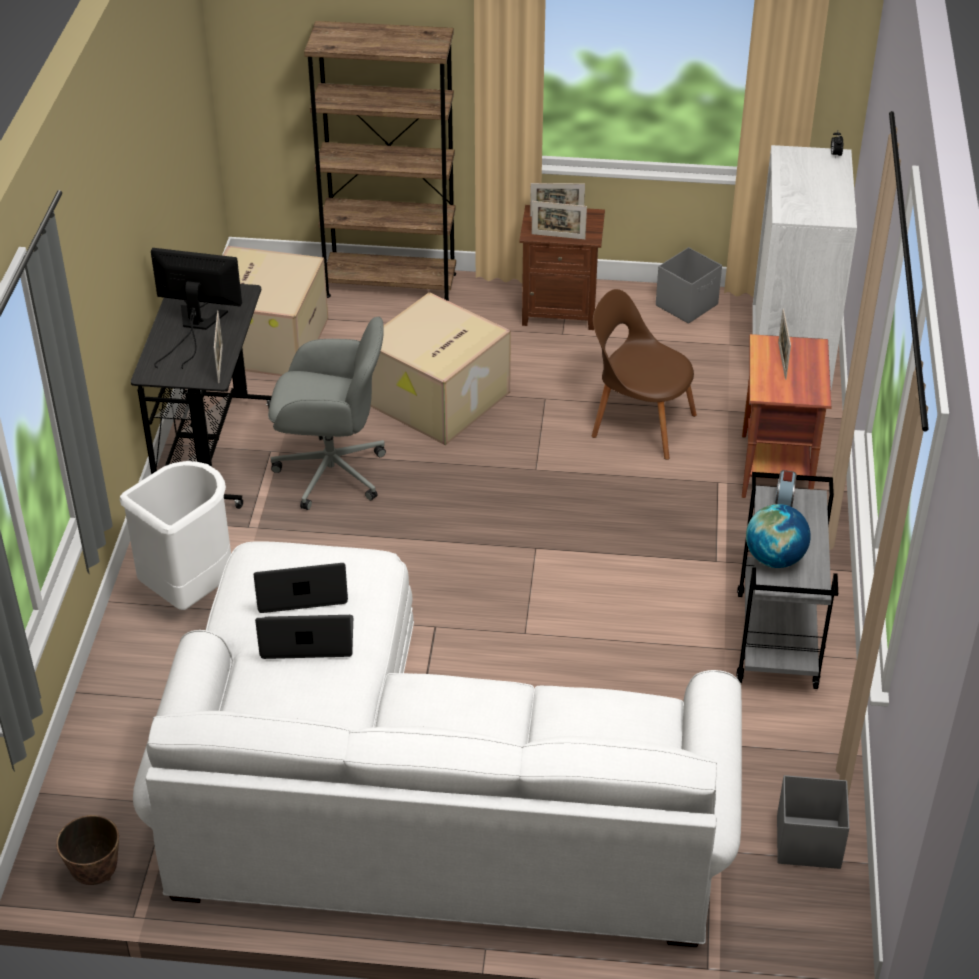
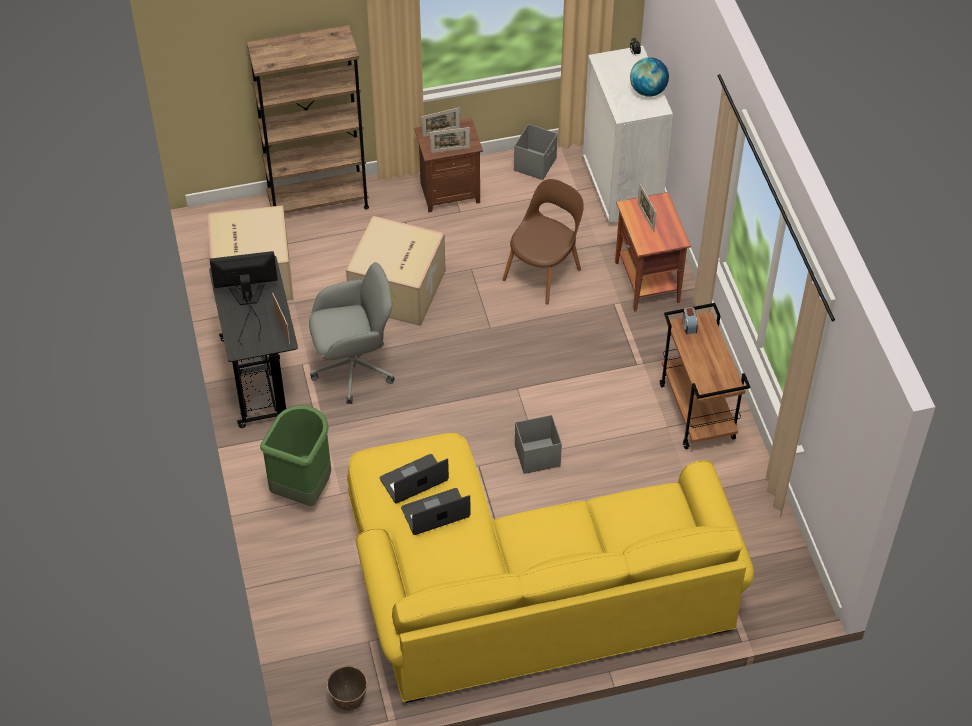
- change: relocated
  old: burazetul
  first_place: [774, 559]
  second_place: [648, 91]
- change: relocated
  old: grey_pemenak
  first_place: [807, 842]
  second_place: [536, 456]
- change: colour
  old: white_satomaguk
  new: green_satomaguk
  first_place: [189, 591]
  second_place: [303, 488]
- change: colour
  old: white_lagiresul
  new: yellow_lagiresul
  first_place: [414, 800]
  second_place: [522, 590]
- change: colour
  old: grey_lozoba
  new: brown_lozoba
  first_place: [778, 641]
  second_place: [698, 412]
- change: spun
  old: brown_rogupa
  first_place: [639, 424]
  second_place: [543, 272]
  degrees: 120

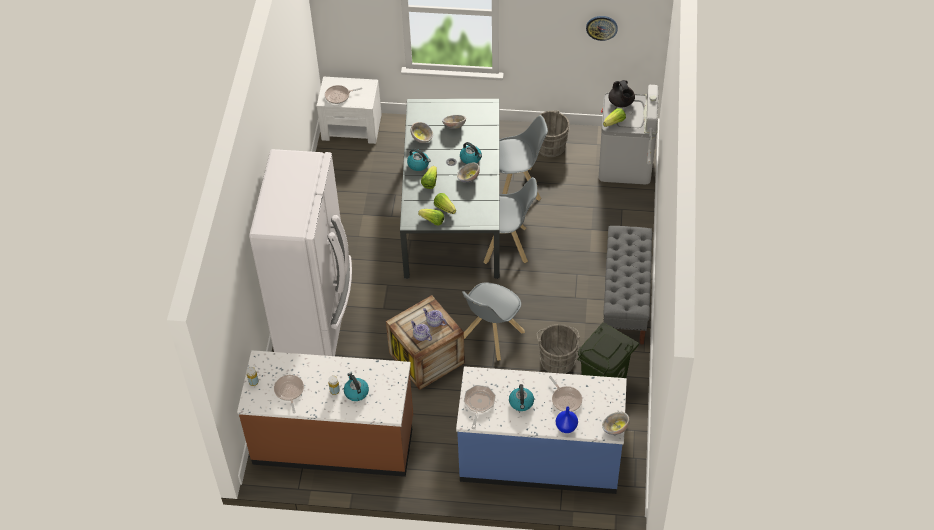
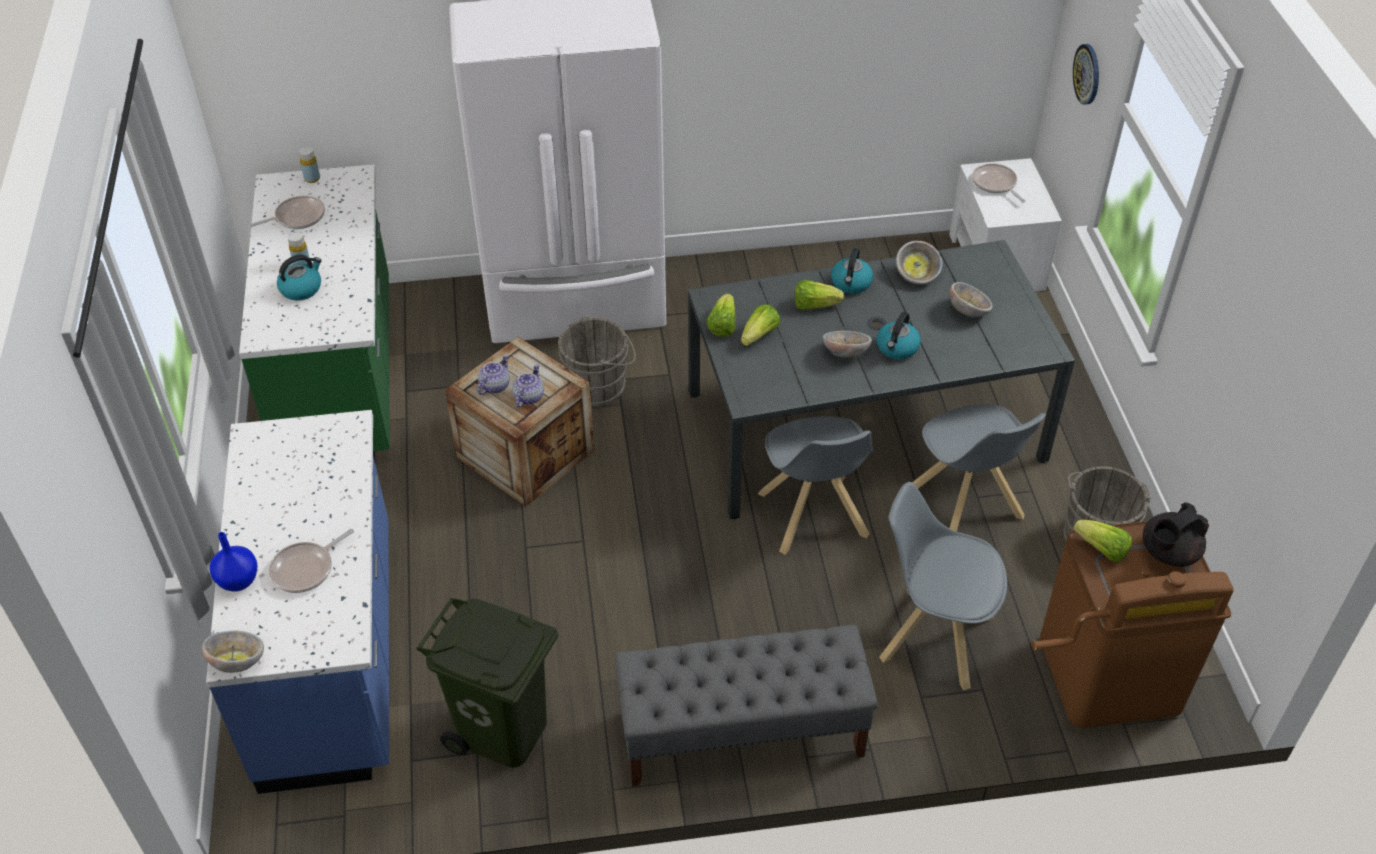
- change: missing
  old: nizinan
  first_place: [479, 404]
- change: missing
  old: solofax
  first_place: [521, 403]
- change: relocated
  old: grey_rogupa
  first_place: [491, 336]
  second_place: [933, 636]
- change: relocated
  old: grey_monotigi
  first_place: [557, 359]
  second_place: [599, 385]
- change: relocated
  old: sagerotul
  first_place: [601, 27]
  second_place: [1087, 74]
- change: colour
  old: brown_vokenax
  new: green_vokenax
  first_place: [334, 440]
  second_place: [341, 376]
- change: colour
  old: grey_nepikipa
  new: brown_nepikipa
  first_place: [626, 166]
  second_place: [1105, 678]

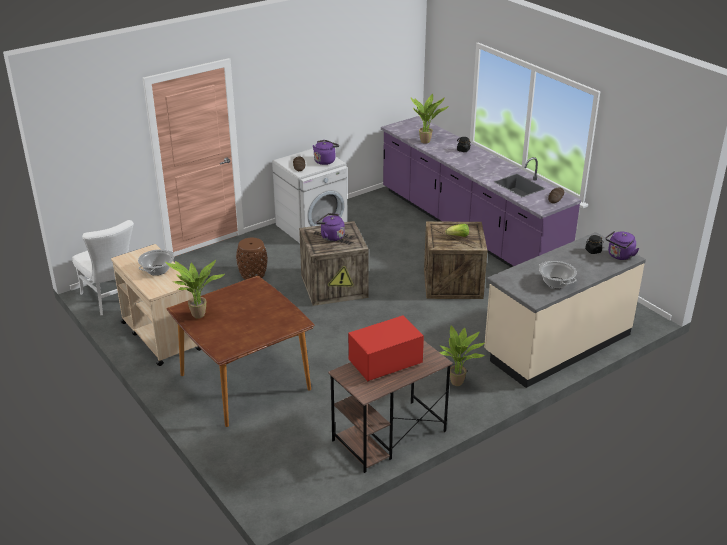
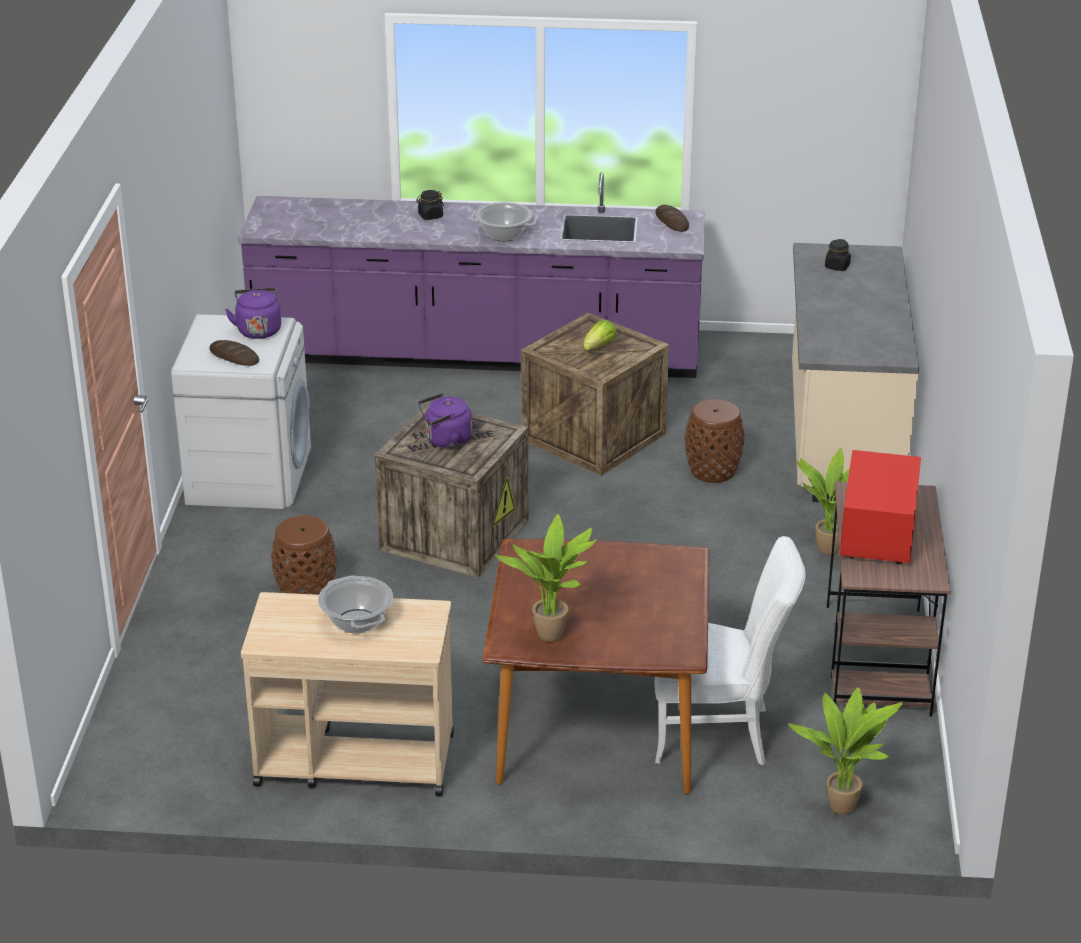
- change: missing
  old: purple_solofax
  first_place: [619, 256]
- change: appeared
  new: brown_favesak
  second_place: [713, 471]
- change: relocated
  old: white_rogupa
  first_place: [112, 299]
  second_place: [720, 733]
- change: relocated
  old: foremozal
  first_place: [426, 141]
  second_place: [842, 805]
- change: relocated
  old: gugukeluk
  first_place: [555, 283]
  second_place: [503, 235]

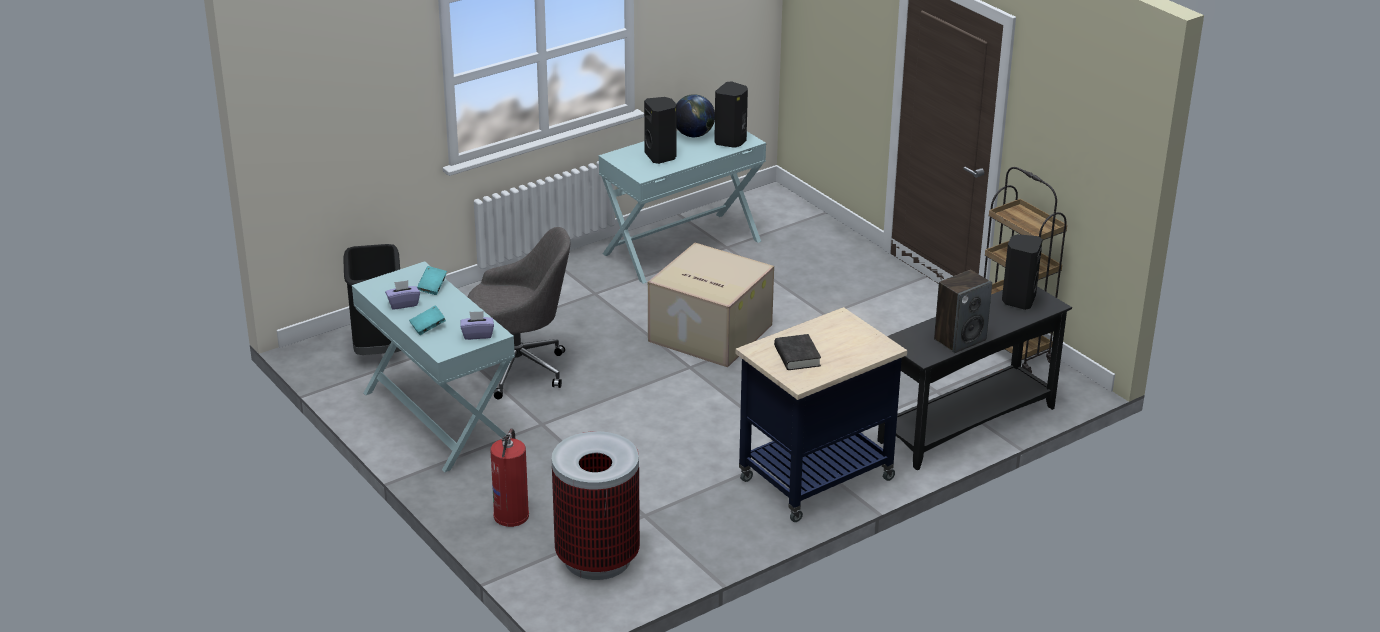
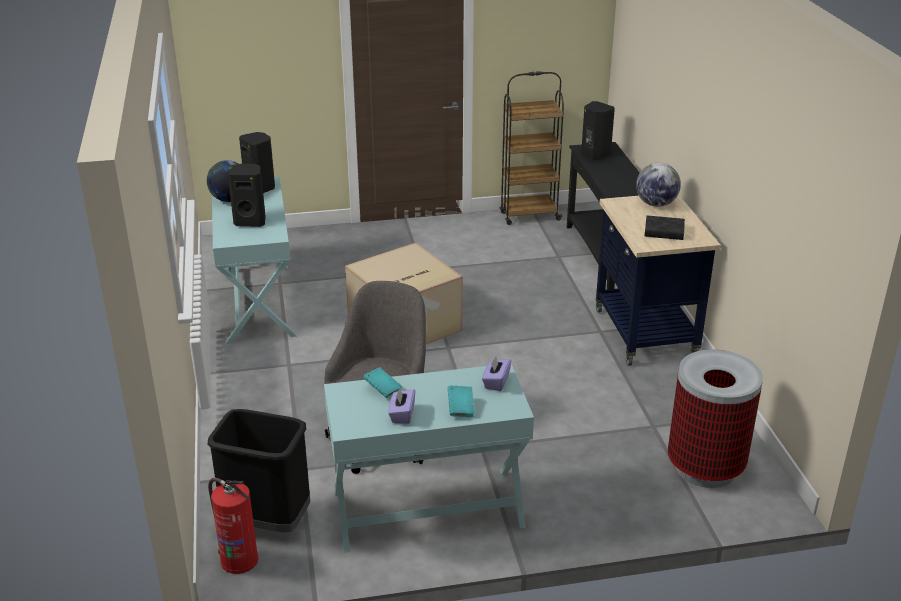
- change: missing
  old: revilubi
  first_place: [960, 339]
- change: appeared
  new: burazetul
  second_place: [656, 204]
- change: relocated
  old: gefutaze
  first_place: [512, 515]
  second_place: [238, 559]

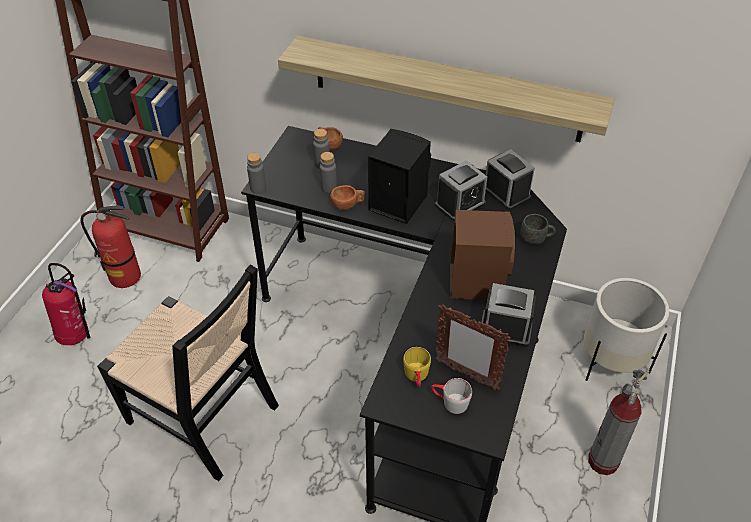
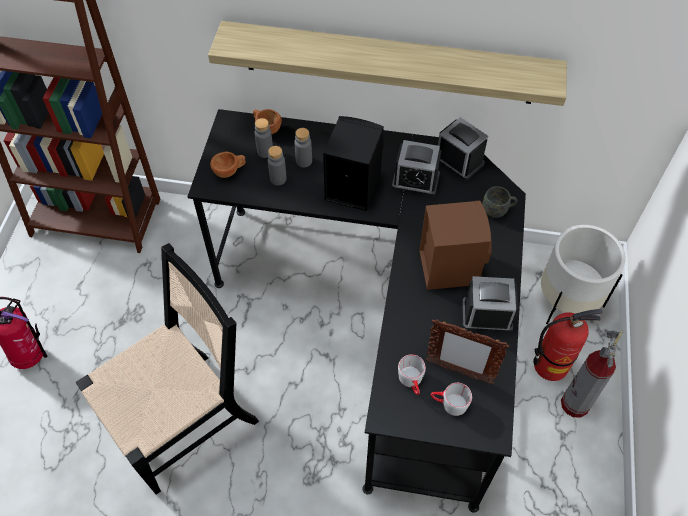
- change: relocated
  old: gefutaze
  first_place: [125, 277]
  second_place: [550, 365]
- change: relocated
  old: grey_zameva
  first_place: [258, 188]
  second_place: [304, 161]
- change: relocated
  old: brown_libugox
  first_place: [348, 205]
  second_place: [230, 171]
- change: colour
  old: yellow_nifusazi
  new: grey_nifusazi
  first_place: [417, 377]
  second_place: [412, 382]
- change: spun
  old: rogupa
  first_place: [202, 416]
  second_place: [183, 421]
  degrees: -60
- change: spun
  old: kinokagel
  first_place: [460, 204]
  second_place: [415, 180]
  degrees: 60

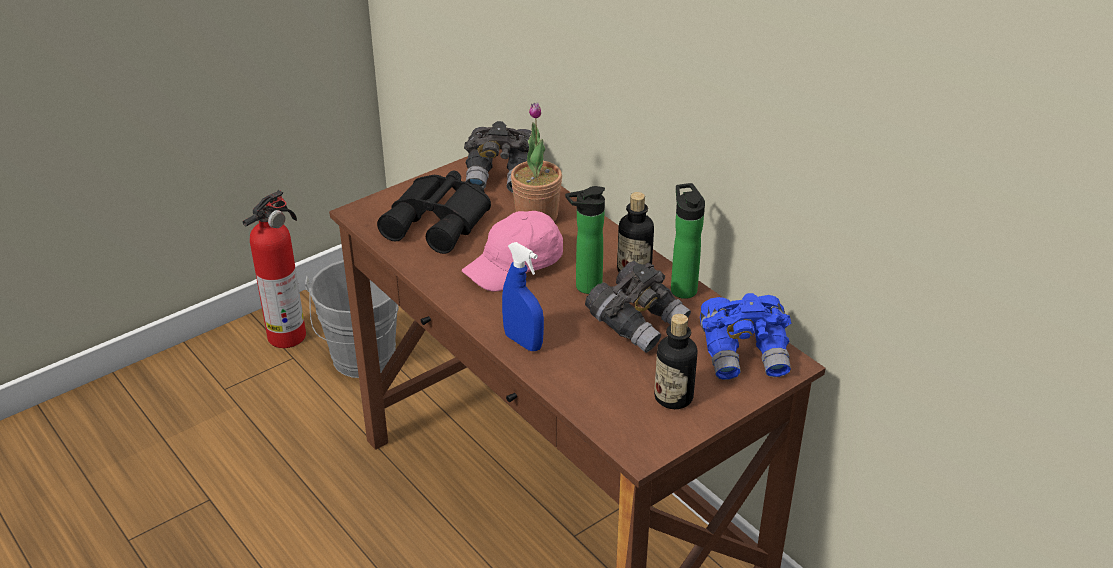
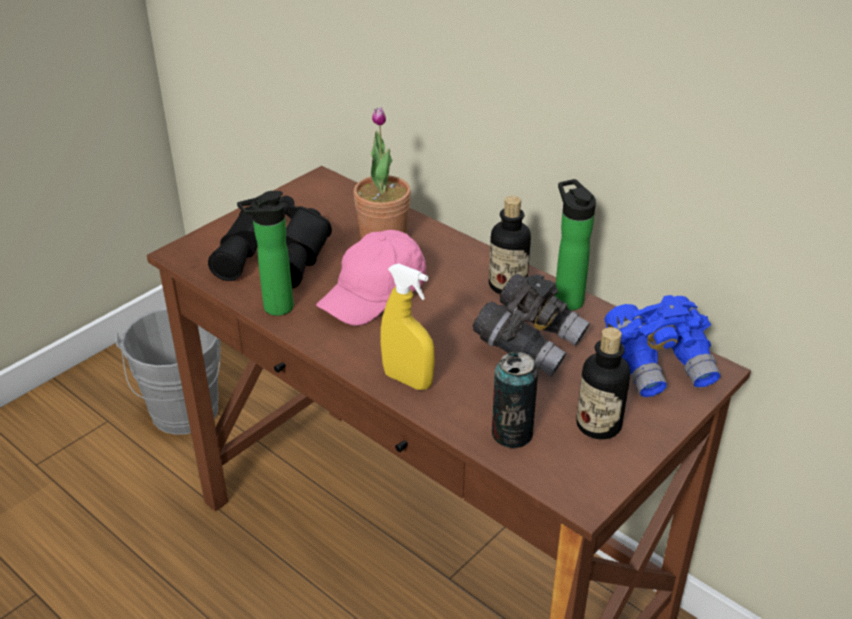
- change: missing
  old: gefutaze
  first_place: [289, 334]
- change: missing
  old: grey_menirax
  first_place: [502, 176]
- change: appeared
  new: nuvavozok
  second_place: [512, 434]
- change: relocated
  old: zameva
  first_place: [584, 287]
  second_place: [274, 308]
- change: colour
  old: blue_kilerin
  new: yellow_kilerin
  first_place: [523, 342]
  second_place: [407, 380]

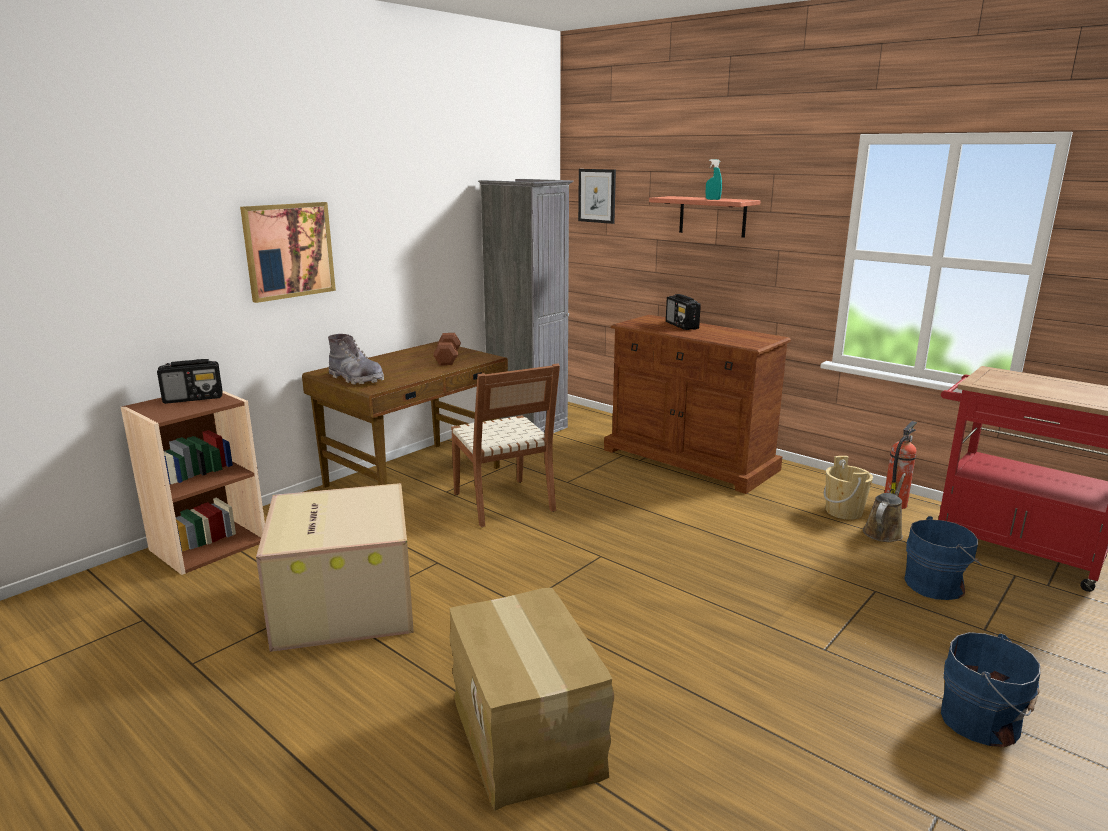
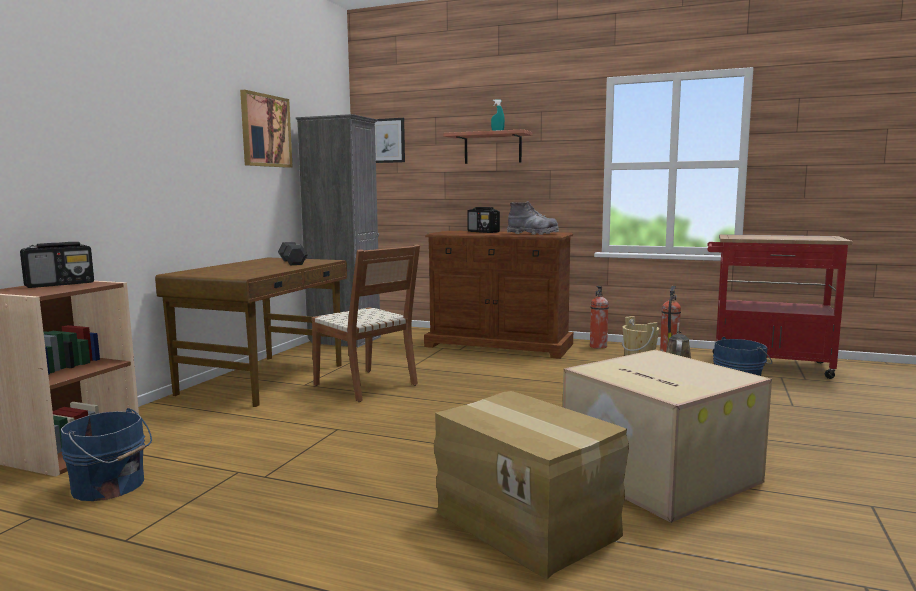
- change: appeared
  new: gefutaze
  second_place: [598, 346]
- change: relocated
  old: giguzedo
  first_place: [288, 250]
  second_place: [265, 131]
- change: relocated
  old: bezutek
  first_place: [342, 603]
  second_place: [656, 473]
- change: relocated
  old: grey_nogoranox
  first_place: [356, 379]
  second_place: [532, 234]
- change: relocated
  old: blue_monotigi
  first_place: [983, 722]
  second_place: [110, 487]
- change: colour
  old: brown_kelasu
  new: grey_kelasu
  first_place: [447, 358]
  second_place: [292, 262]

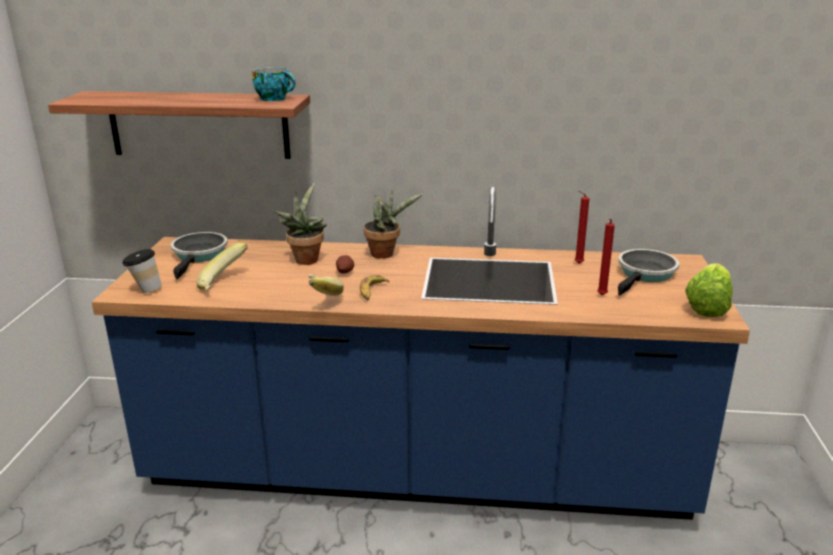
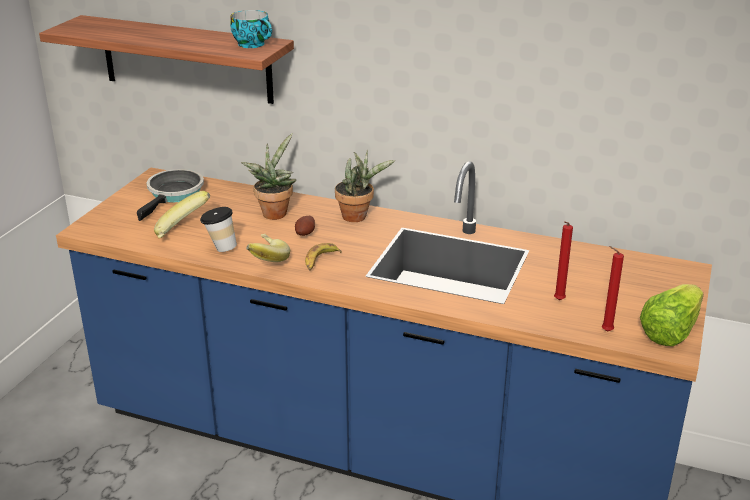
- change: missing
  old: nizinan
  first_place: [645, 274]
- change: relocated
  old: libugox
  first_place: [145, 290]
  second_place: [220, 248]
- change: relocated
  old: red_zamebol
  first_place: [577, 263]
  second_place: [605, 331]

